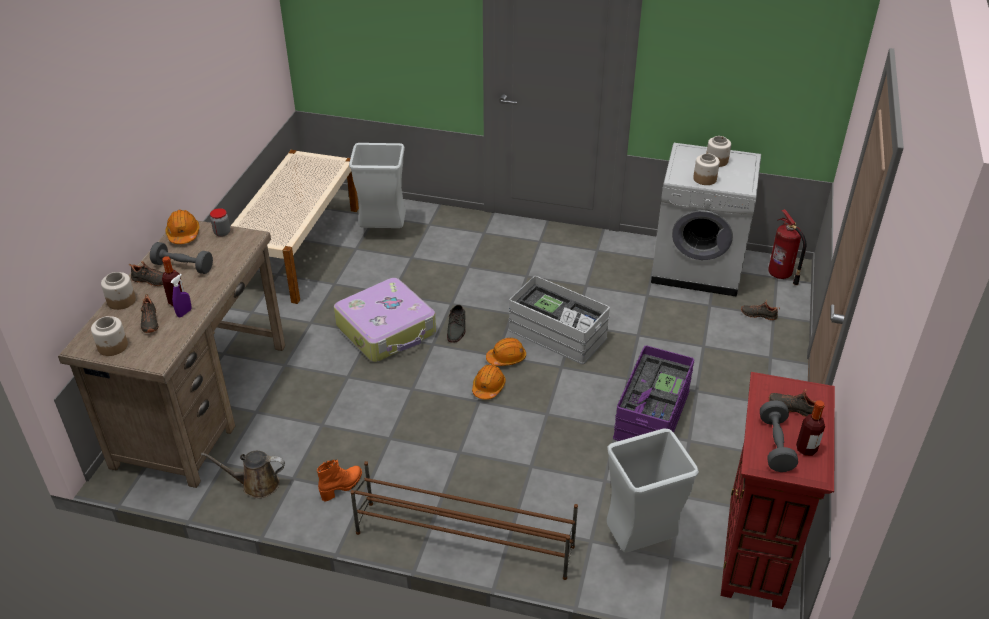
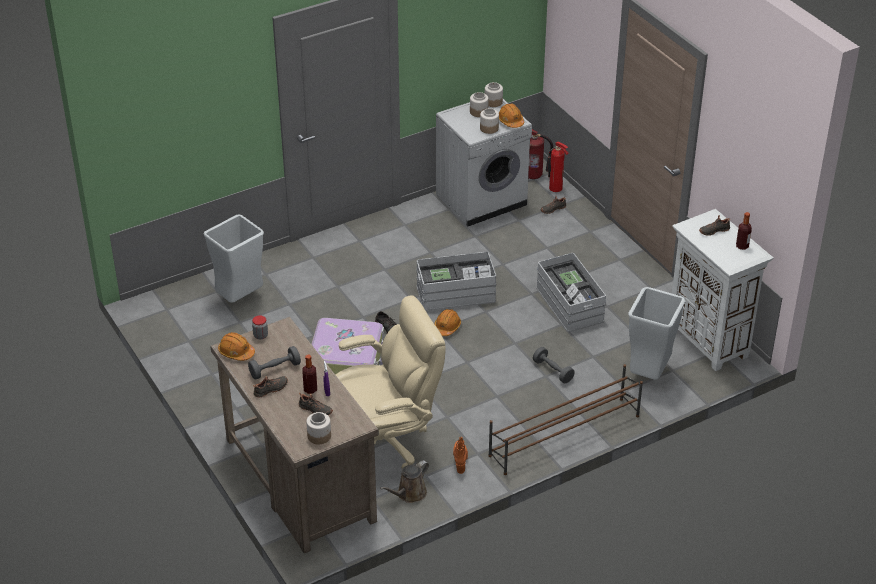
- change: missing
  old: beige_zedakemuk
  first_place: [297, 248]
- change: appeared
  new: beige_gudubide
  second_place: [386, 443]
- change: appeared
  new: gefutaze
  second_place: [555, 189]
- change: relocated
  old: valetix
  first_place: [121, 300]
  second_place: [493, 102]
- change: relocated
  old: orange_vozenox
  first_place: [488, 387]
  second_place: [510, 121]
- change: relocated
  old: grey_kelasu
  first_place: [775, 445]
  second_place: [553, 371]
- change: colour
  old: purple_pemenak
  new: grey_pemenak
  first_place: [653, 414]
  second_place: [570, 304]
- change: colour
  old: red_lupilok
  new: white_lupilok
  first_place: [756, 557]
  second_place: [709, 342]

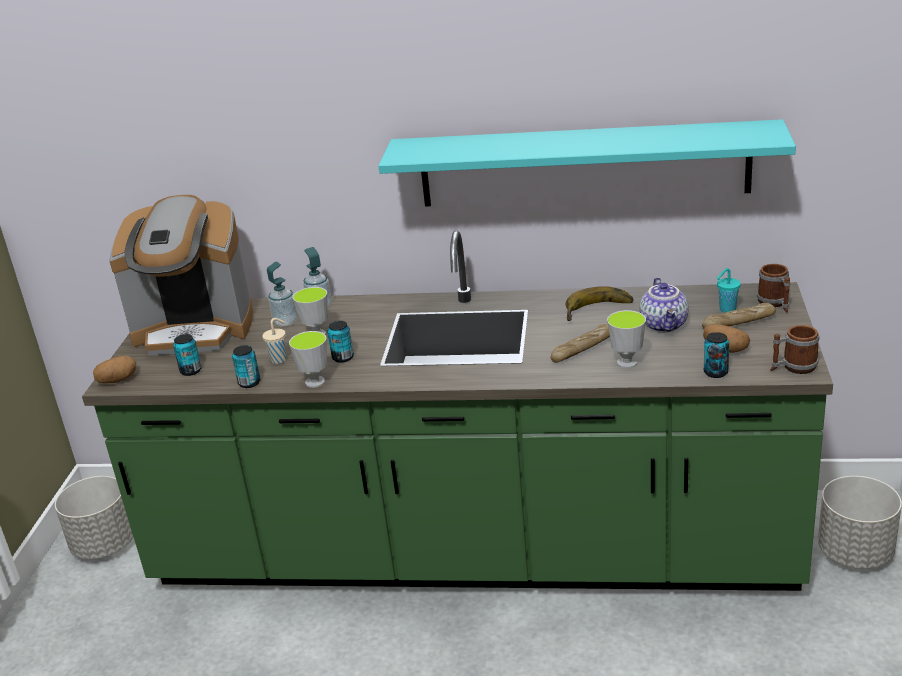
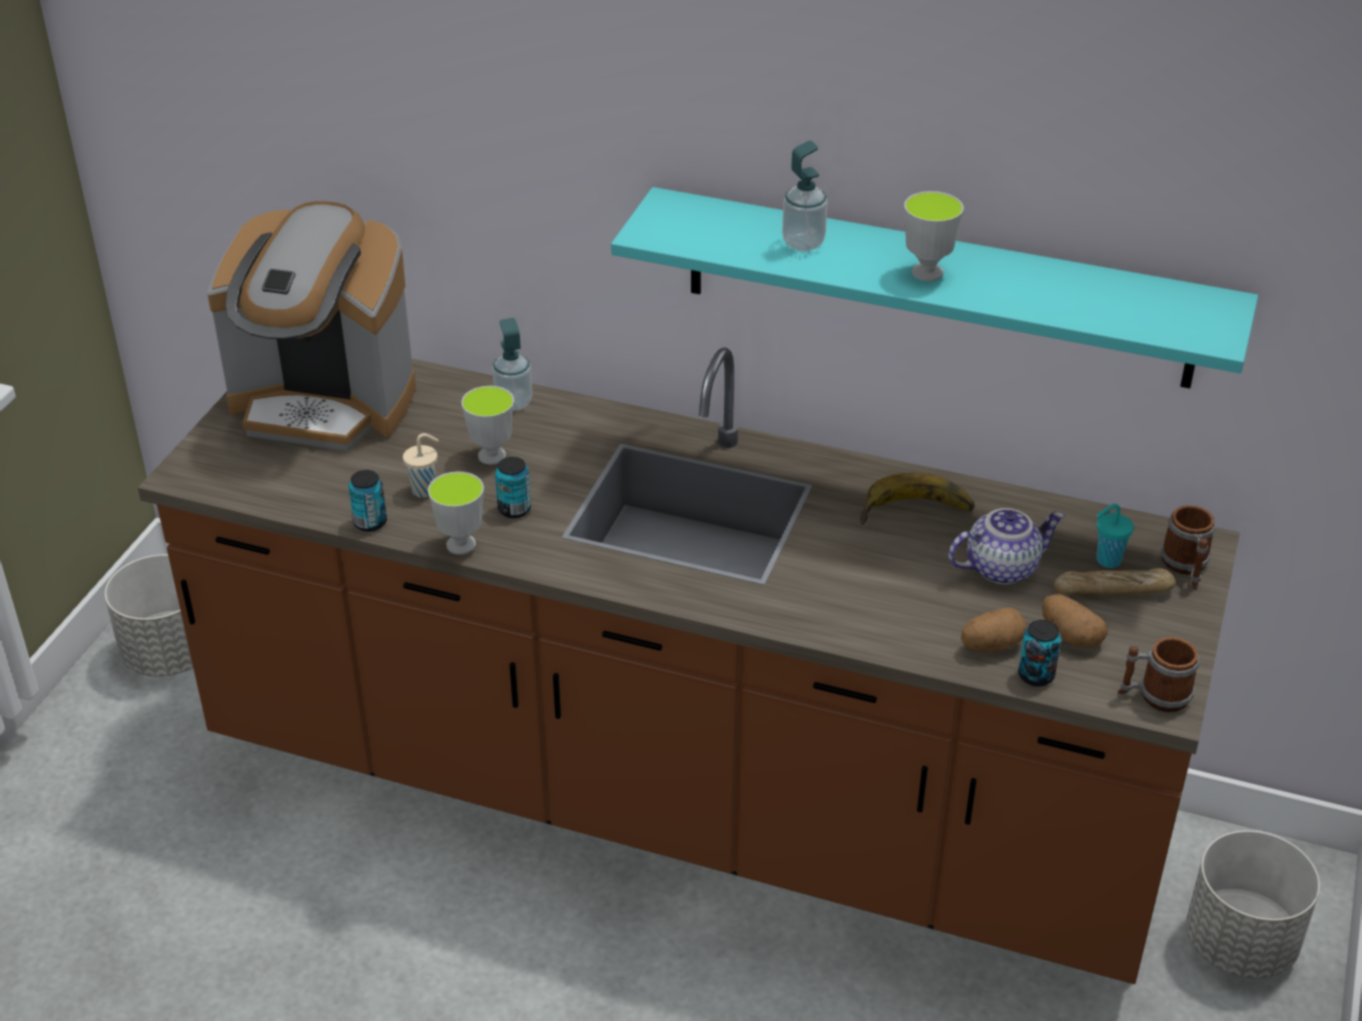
- change: missing
  old: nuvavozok
  first_place: [191, 371]
- change: missing
  old: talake
  first_place: [582, 349]
- change: relocated
  old: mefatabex
  first_place: [118, 380]
  second_place: [991, 645]
- change: relocated
  old: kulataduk
  first_place: [285, 322]
  second_place: [803, 243]
- change: relocated
  old: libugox
  first_place: [627, 363]
  second_place: [927, 272]
- change: colour
  old: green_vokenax
  new: brown_vokenax
  first_place: [473, 551]
  second_place: [681, 795]
- change: spun
  old: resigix
  first_place: [665, 325]
  second_place: [1001, 567]
  degrees: -120

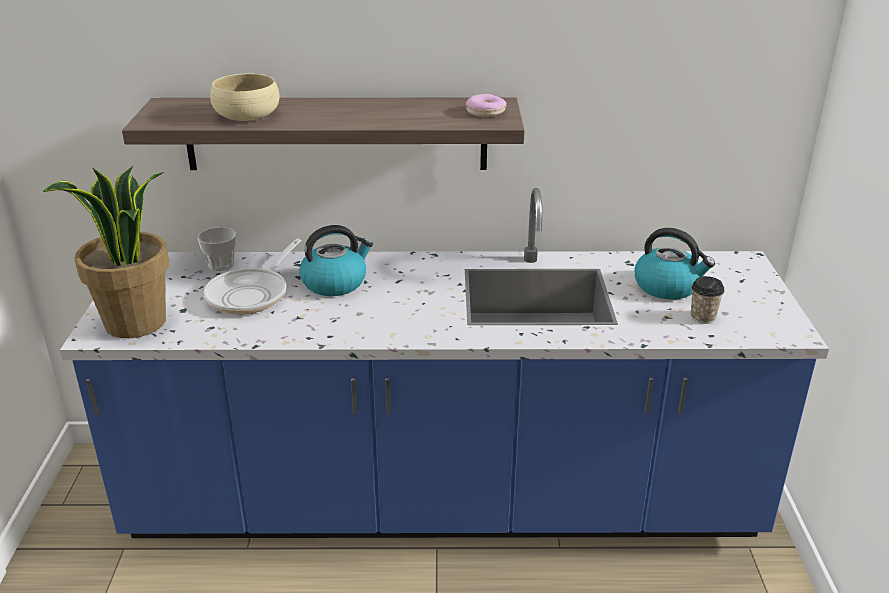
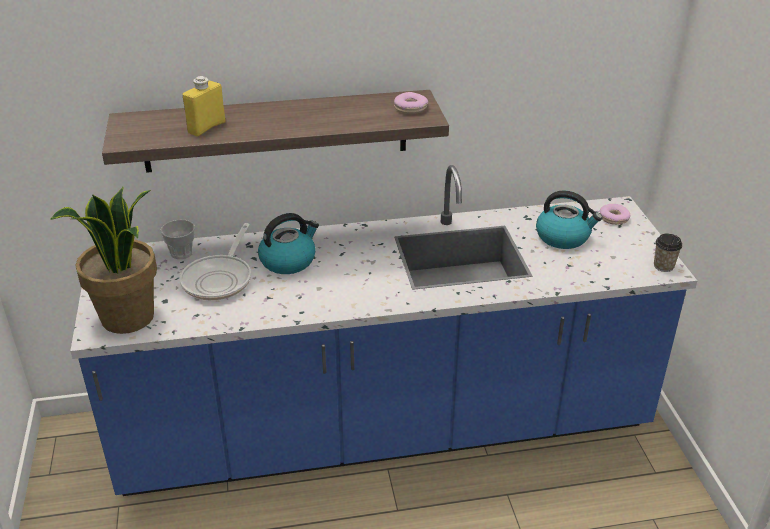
- change: appeared
  new: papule
  second_place: [613, 218]
- change: relocated
  old: libugox
  first_place: [702, 317]
  second_place: [663, 266]
- change: exchanged
  old: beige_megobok
  new: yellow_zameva
  first_place: [247, 115]
  second_place: [207, 127]

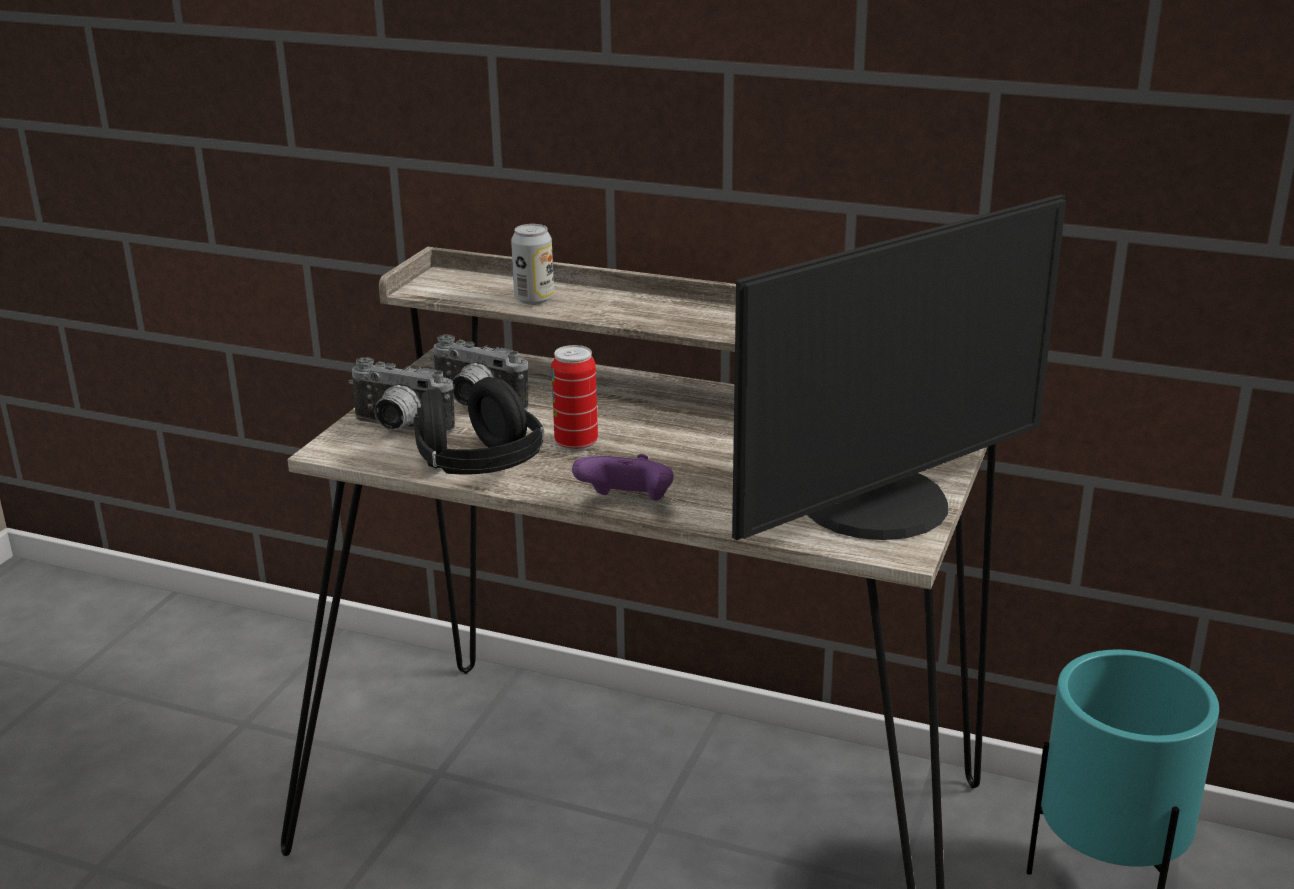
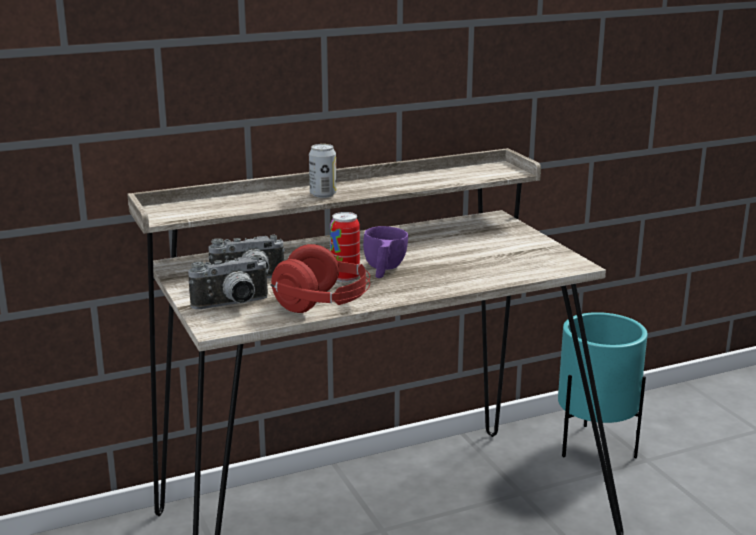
- change: missing
  old: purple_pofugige
  first_place: [627, 504]
- change: missing
  old: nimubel
  first_place: [880, 507]
- change: appeared
  new: purple_libugox
  second_place: [383, 269]
- change: relocated
  old: nuvavozok
  first_place: [534, 299]
  second_place: [323, 194]
- change: colour
  old: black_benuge
  new: red_benuge
  first_place: [479, 469]
  second_place: [323, 305]

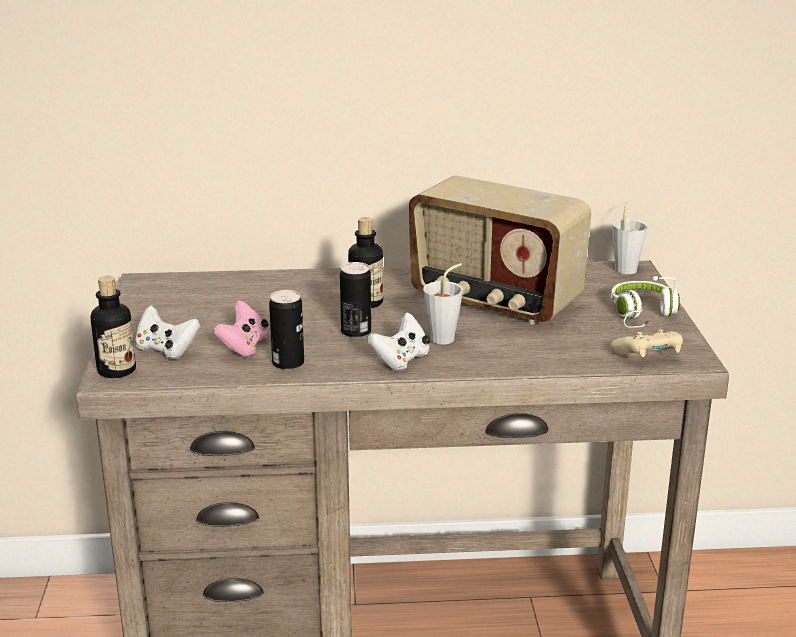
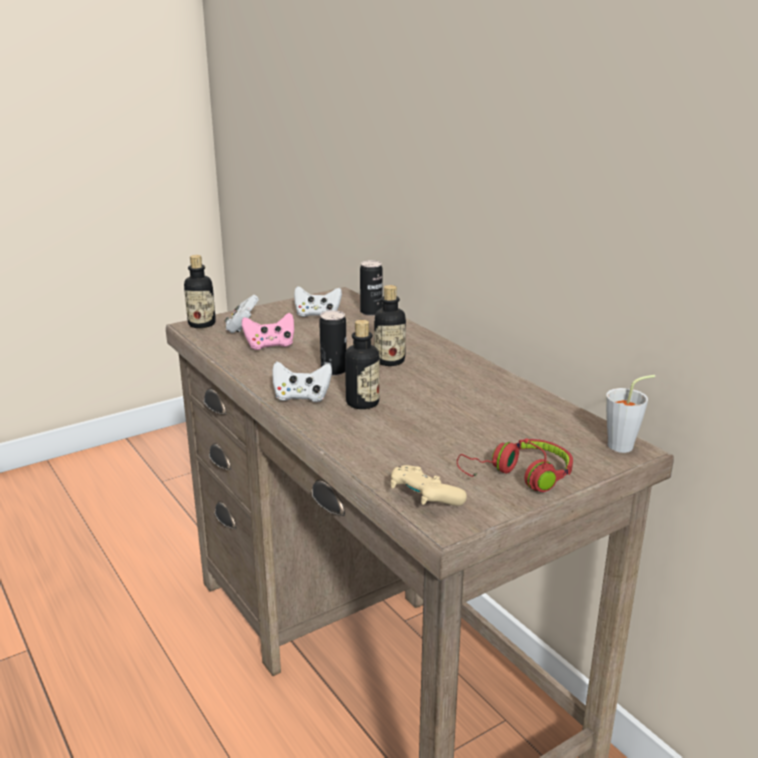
- change: missing
  old: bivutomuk
  first_place: [494, 302]
- change: appeared
  new: white_pofugige
  second_place: [317, 315]
- change: relocated
  old: nuvavozok
  first_place: [288, 363]
  second_place: [371, 312]
- change: exchanged
  old: grey_libugox
  new: zameva
  first_place: [446, 337]
  second_place: [362, 403]
- change: colour
  old: white_benuge
  new: red_benuge
  first_place: [642, 315]
  second_place: [520, 477]

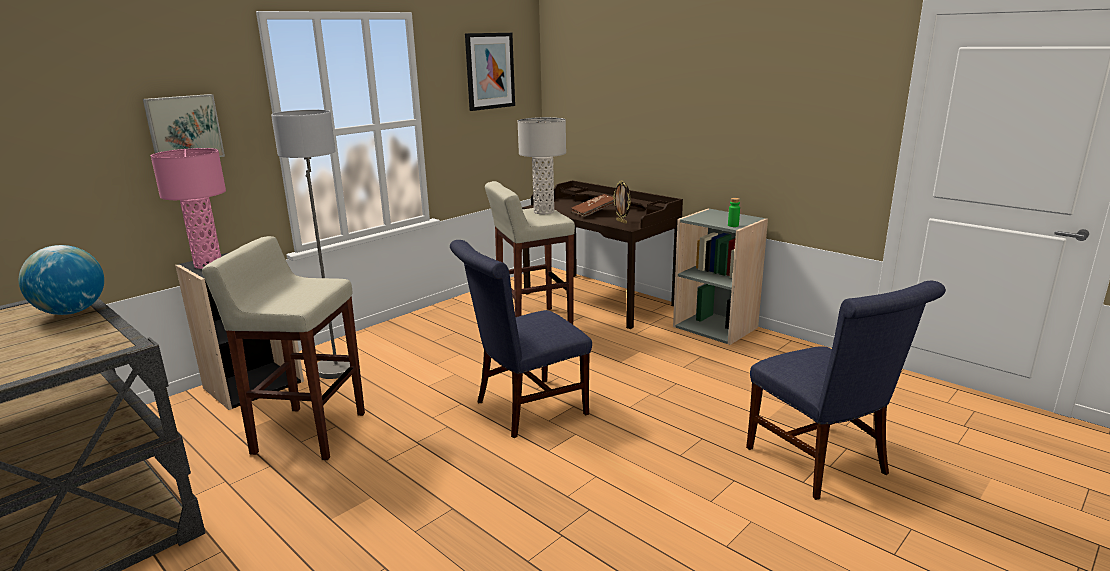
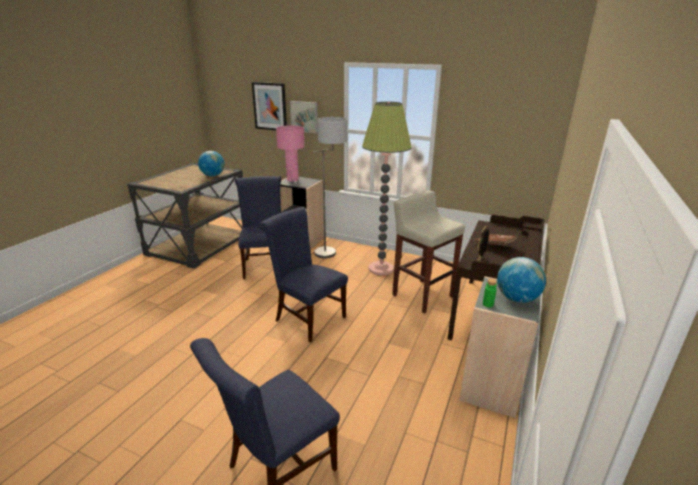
- change: missing
  old: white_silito
  first_place: [543, 212]
- change: appeared
  new: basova
  second_place: [381, 269]
- change: appeared
  new: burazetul
  second_place: [516, 299]
- change: relocated
  old: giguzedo
  first_place: [490, 71]
  second_place: [270, 106]
- change: exchanged
  old: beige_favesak
  new: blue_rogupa
  first_place: [308, 433]
  second_place: [265, 265]

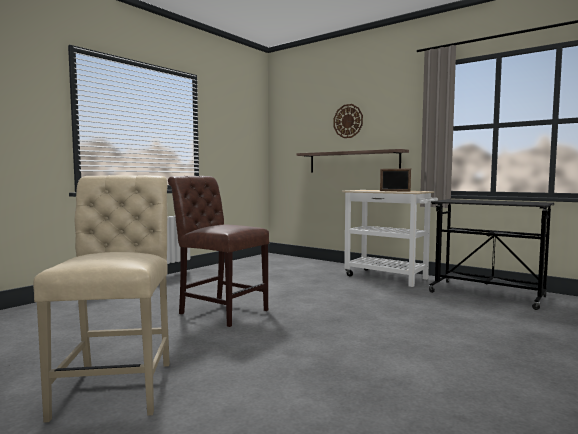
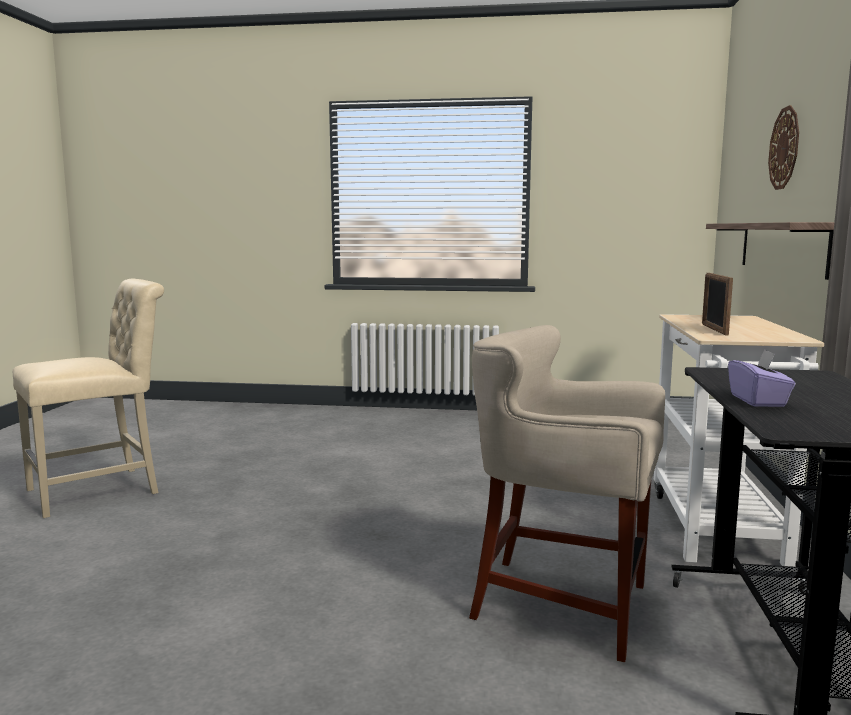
- change: missing
  old: brown_rogupa
  first_place: [220, 311]
- change: appeared
  new: beige_favesak
  second_place: [562, 605]
- change: appeared
  new: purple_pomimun
  second_place: [758, 401]

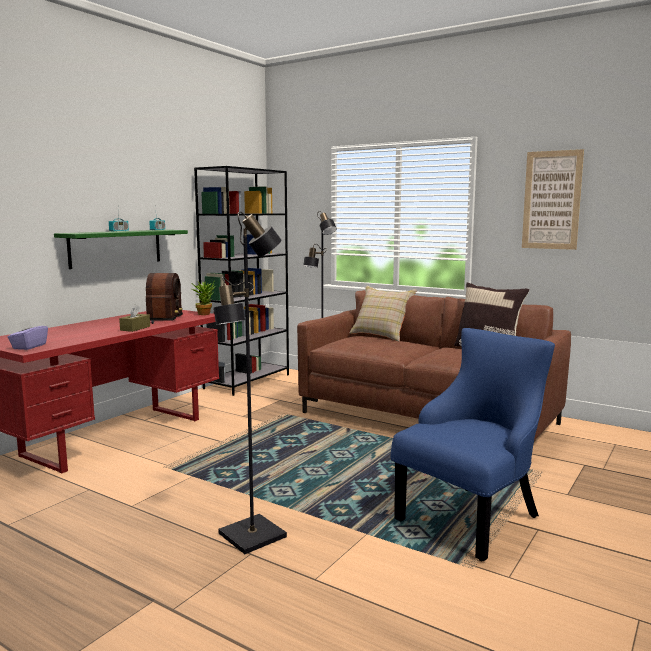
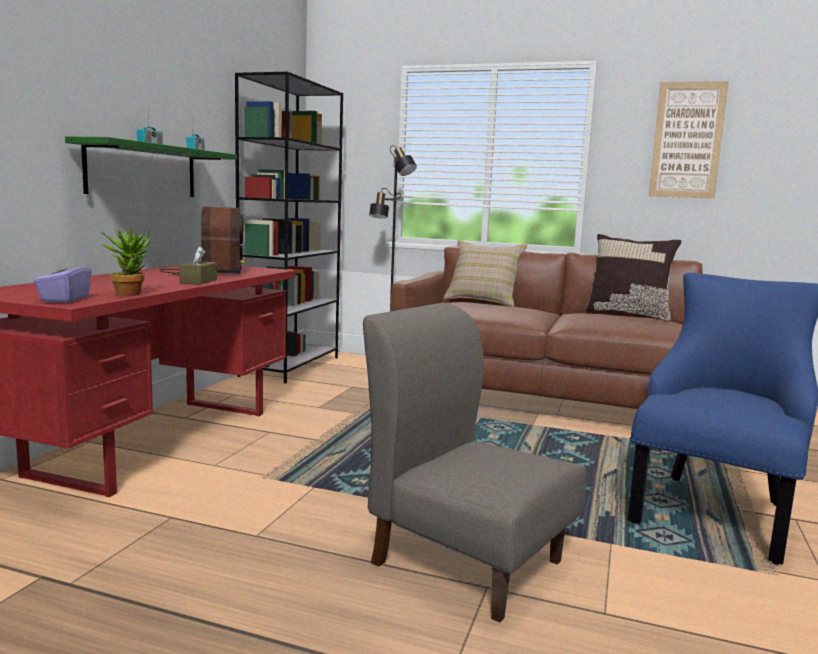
- change: relocated
  old: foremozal
  first_place: [205, 313]
  second_place: [130, 293]
- change: exchanged
  old: black_basova
  new: grey_rogupa
  first_place: [252, 535]
  second_place: [466, 561]

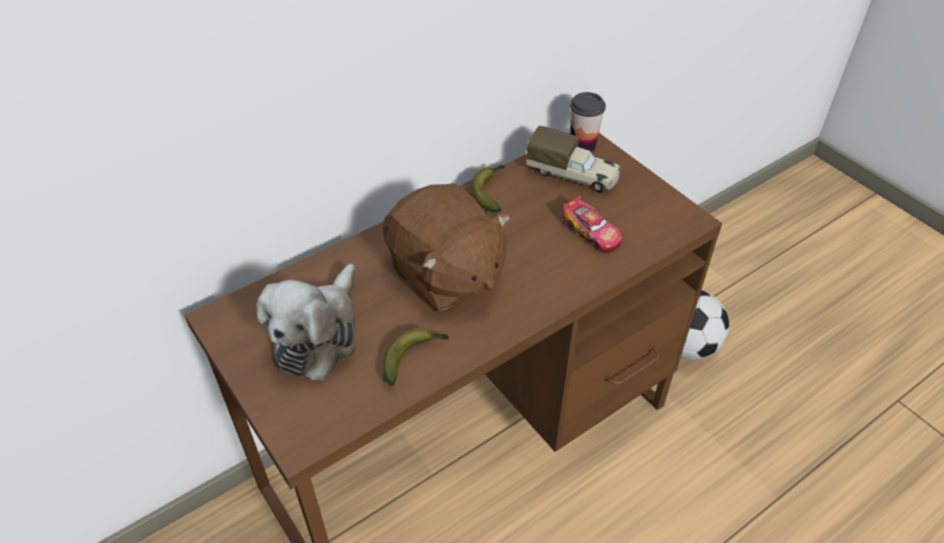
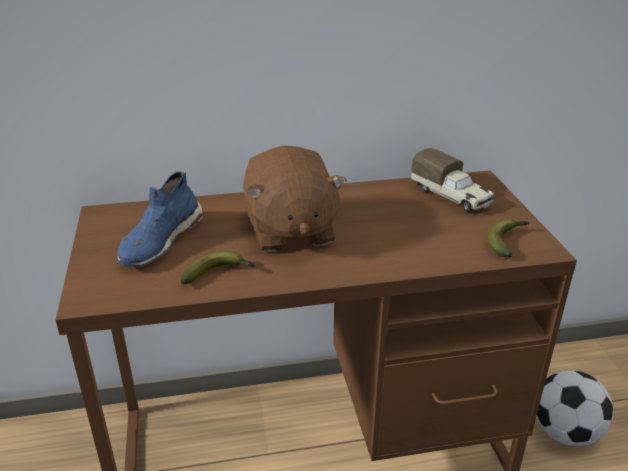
- change: missing
  old: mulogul
  first_place: [592, 233]
- change: missing
  old: libugox
  first_place: [582, 146]
- change: relocated
  old: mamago
  first_place: [490, 191]
  second_place: [507, 241]
- change: exchanged
  old: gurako
  new: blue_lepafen
  first_place: [319, 335]
  second_place: [160, 241]

